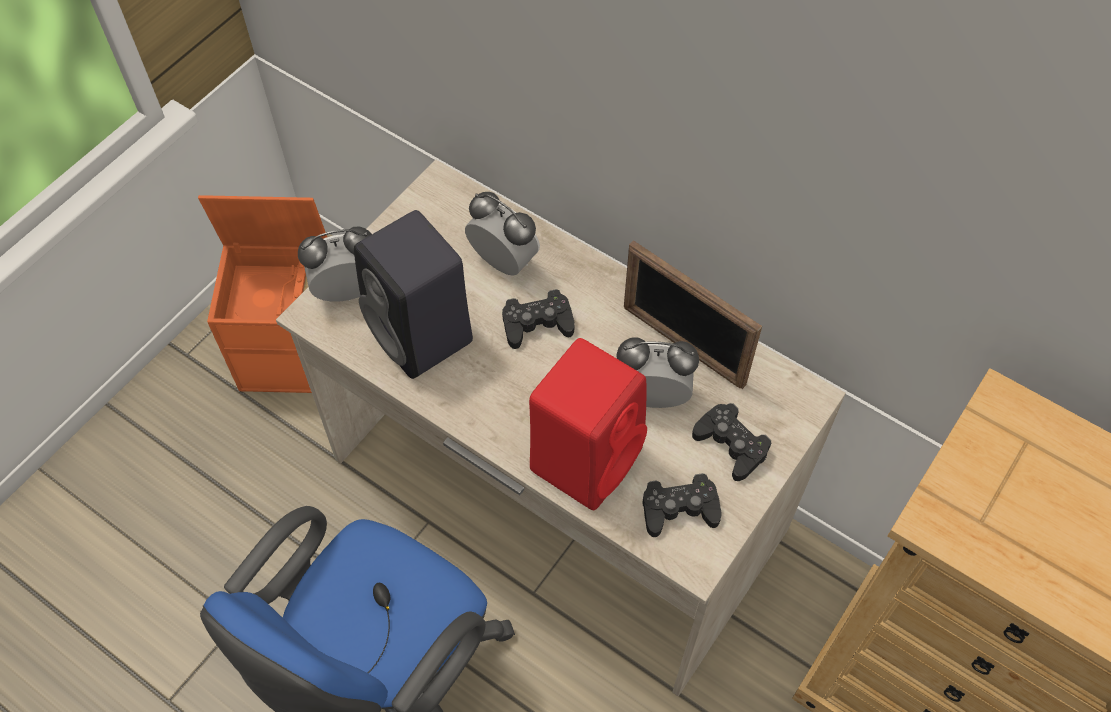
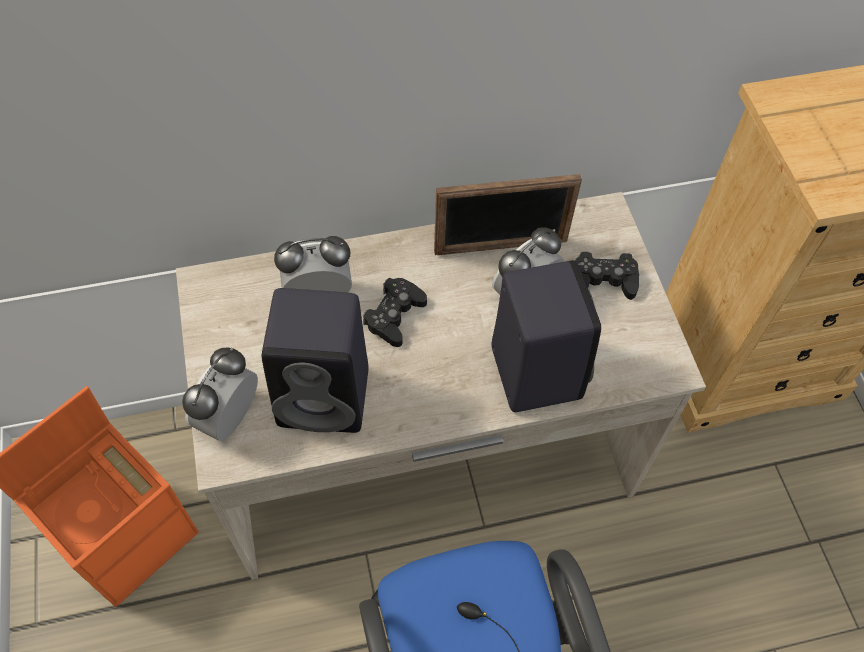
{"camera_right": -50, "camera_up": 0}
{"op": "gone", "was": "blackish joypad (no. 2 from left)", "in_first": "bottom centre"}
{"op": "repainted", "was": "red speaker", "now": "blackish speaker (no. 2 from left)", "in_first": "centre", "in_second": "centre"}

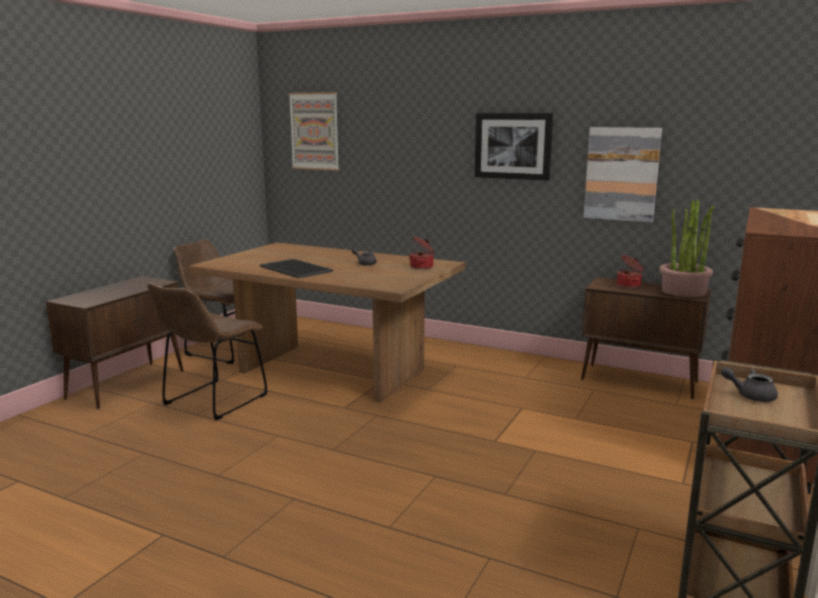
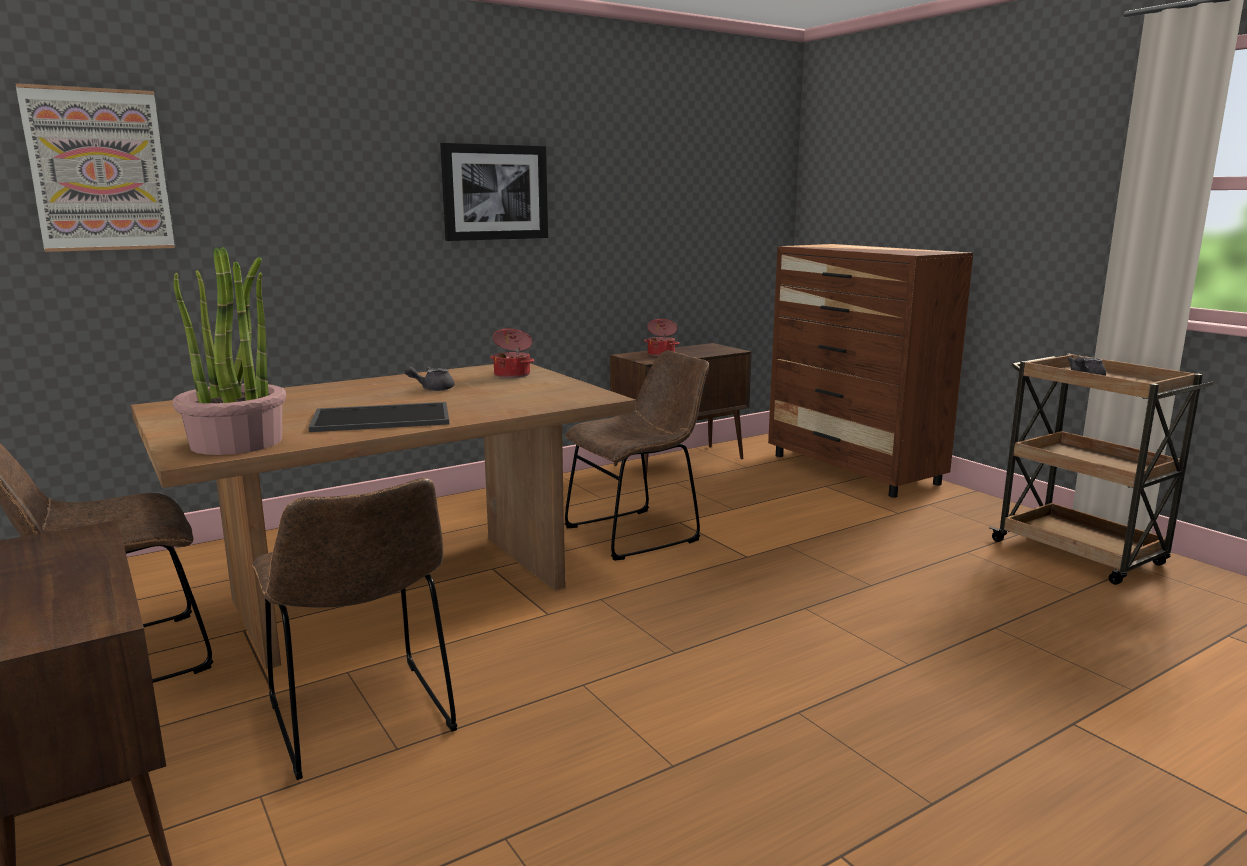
{"camera_right": -60, "camera_up": 0}
{"op": "gone", "was": "wall picture (no. 3 from left)", "in_first": "top right"}
{"op": "new", "now": "brown chair (no. 3 from left)", "in_second": "centre"}
{"op": "shifted", "was": "houseplant", "in_first": "middle right", "in_second": "middle left"}

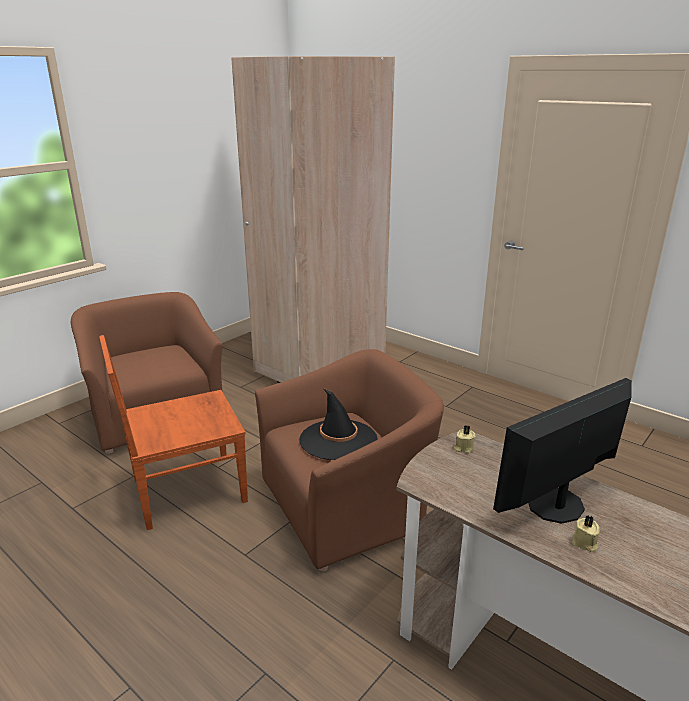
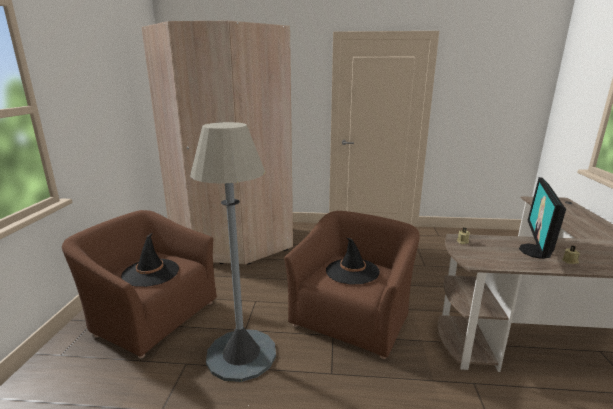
{"camera_right": -35, "camera_up": -5}
{"op": "new", "now": "blackish clothing hat (no. 1 from left)", "in_second": "middle left"}
{"op": "swapped", "was": "brown chair", "now": "gray standing lamp", "in_first": "middle left", "in_second": "centre"}

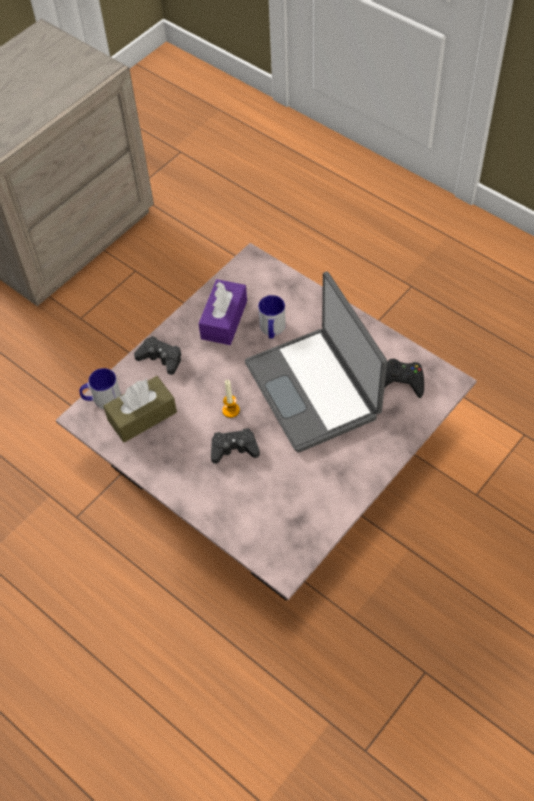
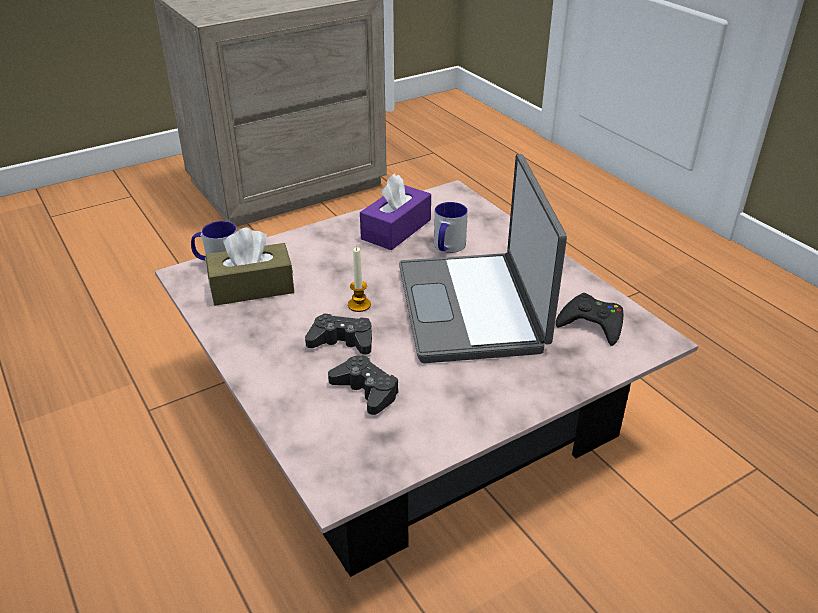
{"camera_right": 15, "camera_up": -20}
{"op": "shifted", "was": "blackish joypad (no. 1 from left in the first image)", "now": "blackish joypad (no. 2 from left)", "in_first": "middle left", "in_second": "centre"}

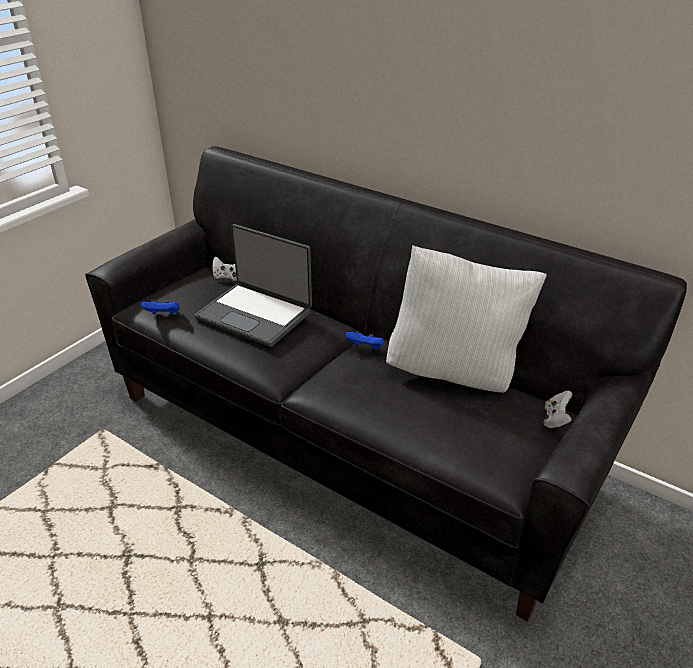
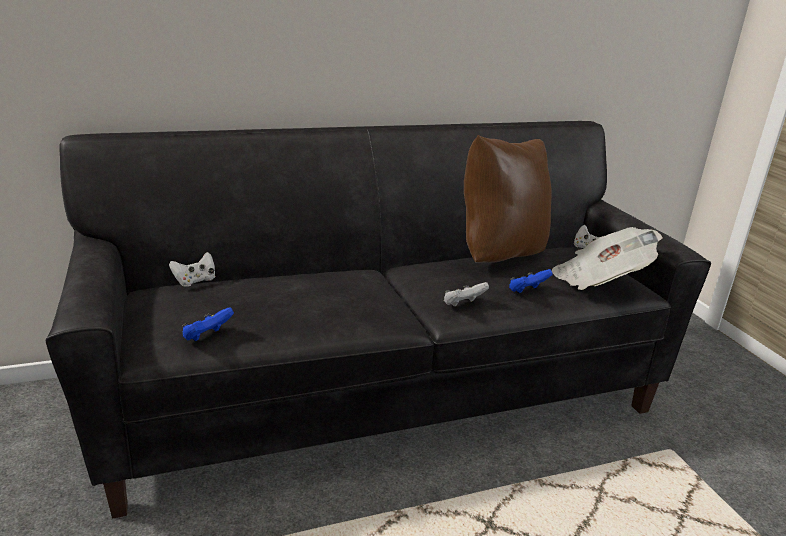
{"camera_right": -55, "camera_up": -10}
{"op": "gone", "was": "notebook computer", "in_first": "centre"}
{"op": "new", "now": "whitish joypad (no. 2 from left)", "in_second": "centre"}
{"op": "new", "now": "printed paper", "in_second": "middle right"}
{"op": "shifted", "was": "blue-coloured joypad (no. 2 from left)", "in_first": "centre", "in_second": "middle right"}
{"op": "repainted", "was": "whitish cushion", "now": "brown cushion", "in_first": "middle right", "in_second": "centre"}

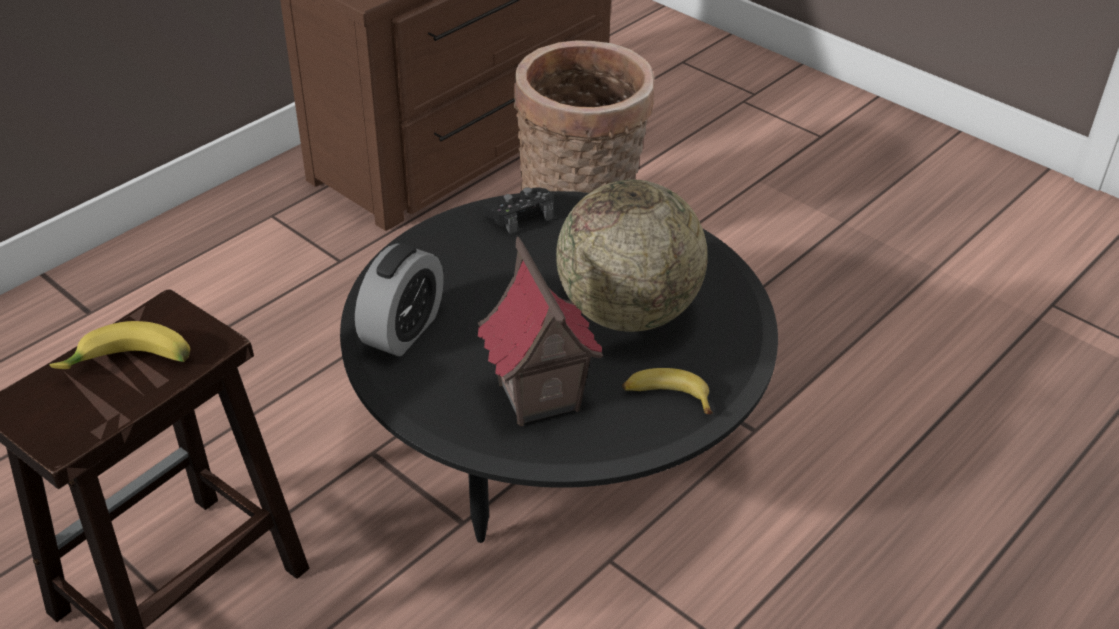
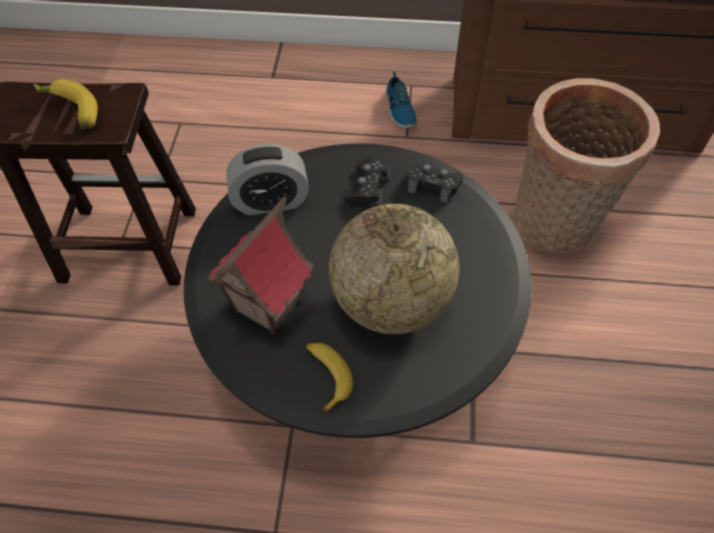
{"camera_right": 55, "camera_up": 15}
{"op": "new", "now": "blackish joypad (no. 1 from left)", "in_second": "centre"}
{"op": "new", "now": "low shoe", "in_second": "top centre"}

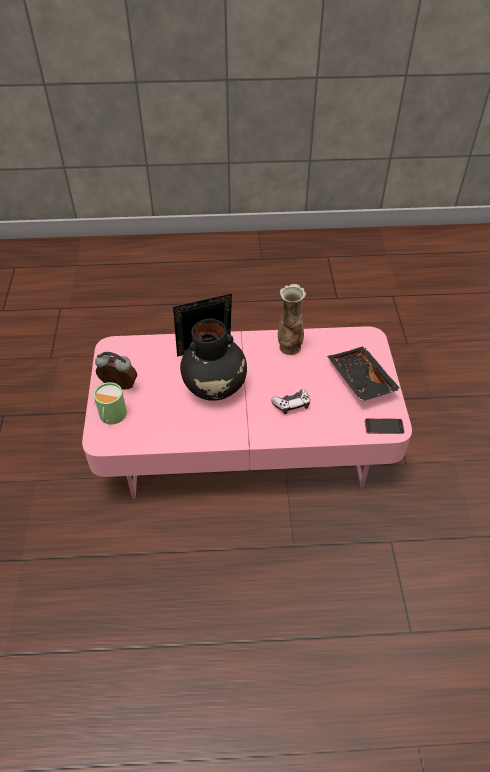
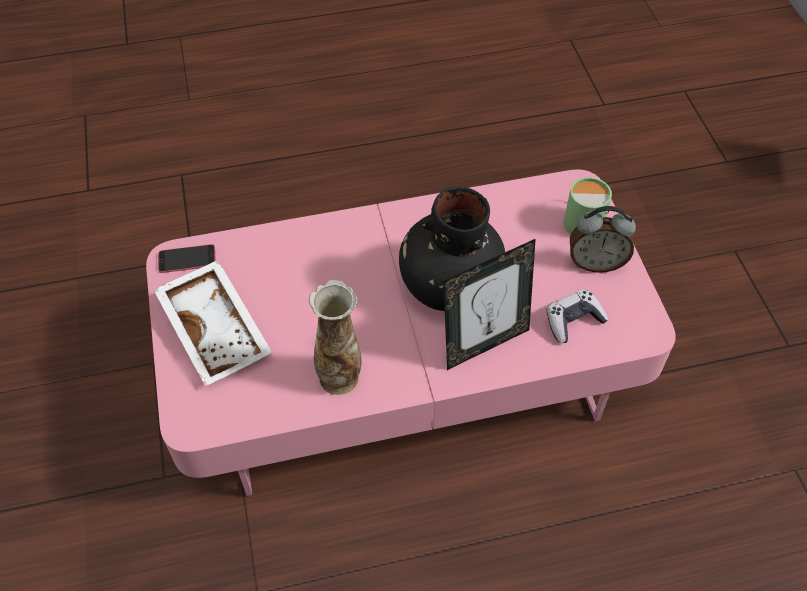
{"camera_right": 170, "camera_up": 5}
{"op": "shifted", "was": "joypad", "in_first": "centre", "in_second": "middle right"}
{"op": "repainted", "was": "blackish carrying tray", "now": "whitish carrying tray", "in_first": "middle right", "in_second": "middle left"}

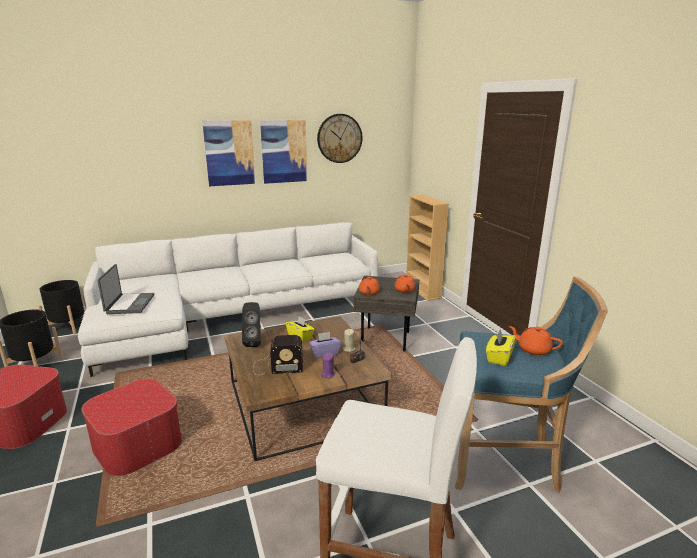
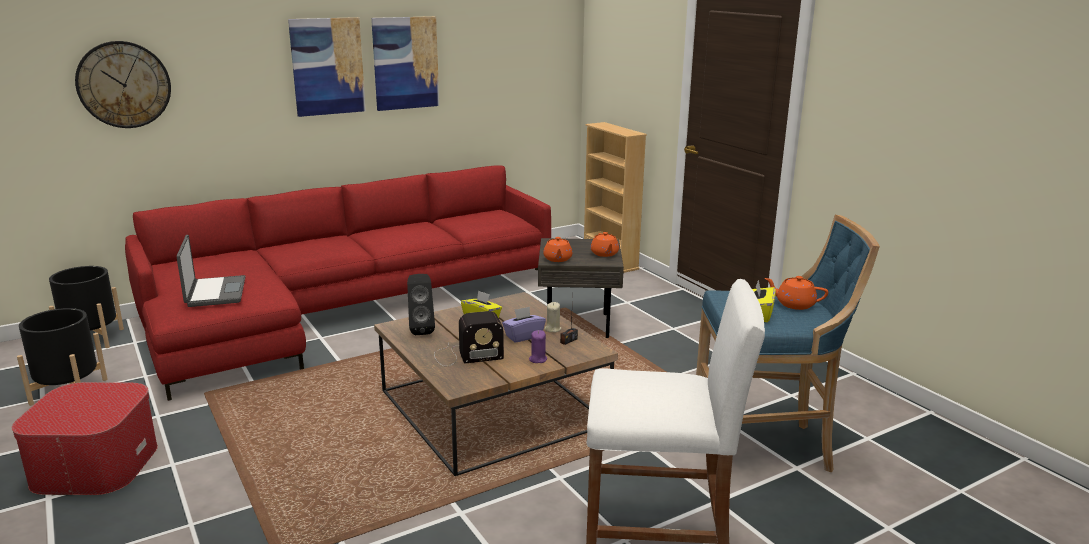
{"camera_right": -10, "camera_up": 0}
{"op": "gone", "was": "ottoman (no. 2 from left)", "in_first": "bottom left"}
{"op": "shifted", "was": "wall clock", "in_first": "top centre", "in_second": "top left"}
{"op": "repainted", "was": "whitish couch", "now": "red couch", "in_first": "middle left", "in_second": "middle left"}

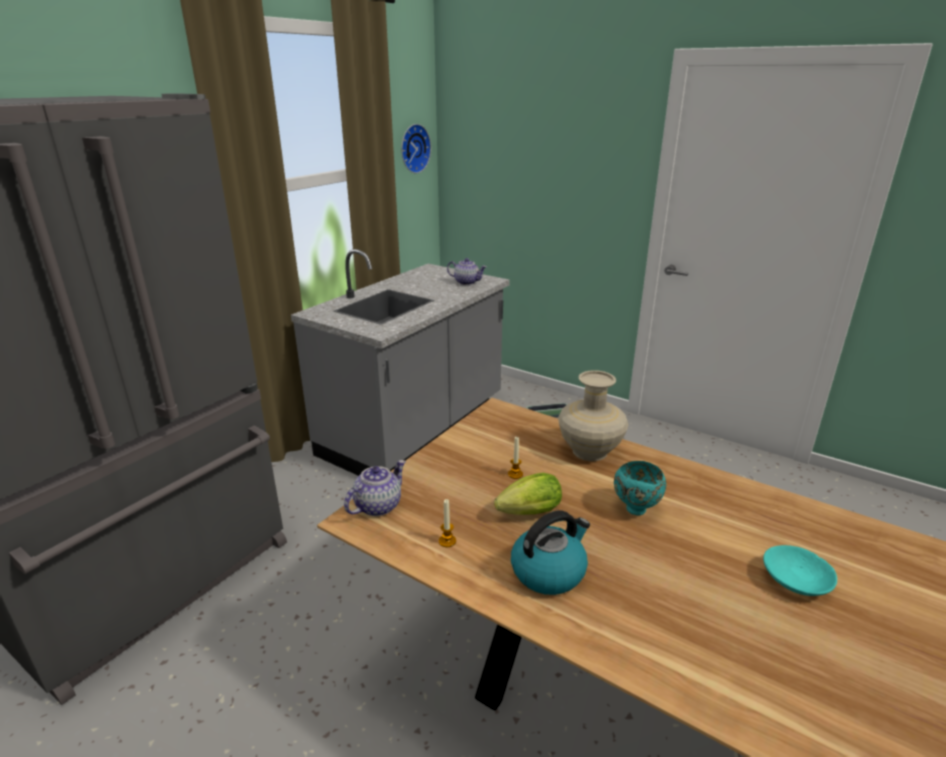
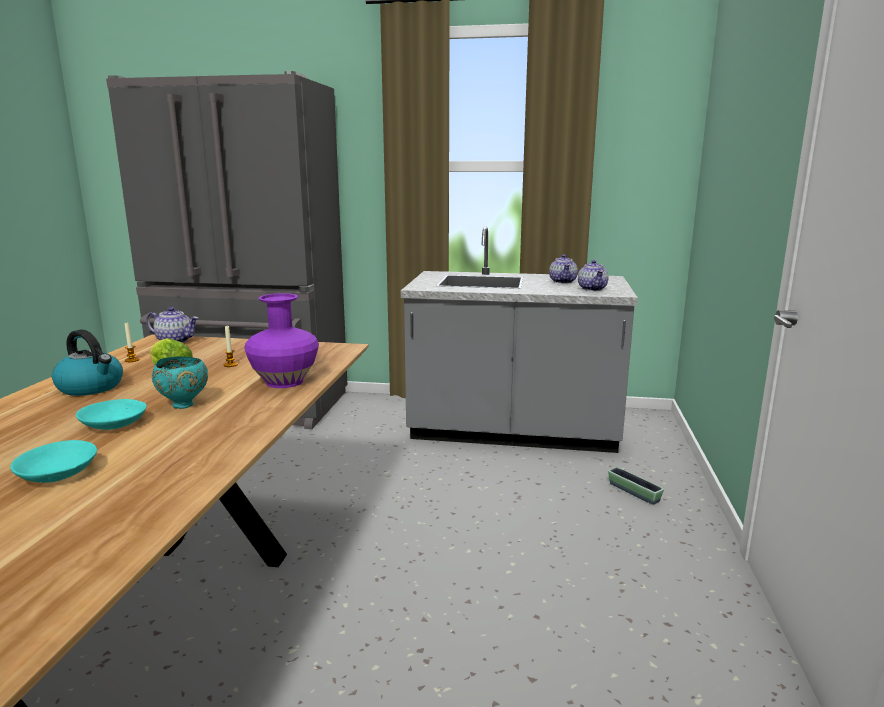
{"camera_right": 65, "camera_up": -10}
{"op": "gone", "was": "wall clock", "in_first": "top centre"}
{"op": "new", "now": "blue-green deep dish (no. 2 from left)", "in_second": "middle left"}
{"op": "new", "now": "pot for tea (no. 2 from left)", "in_second": "centre"}
{"op": "repainted", "was": "beige-coloured flower vase", "now": "purplish flower vase", "in_first": "centre", "in_second": "middle left"}

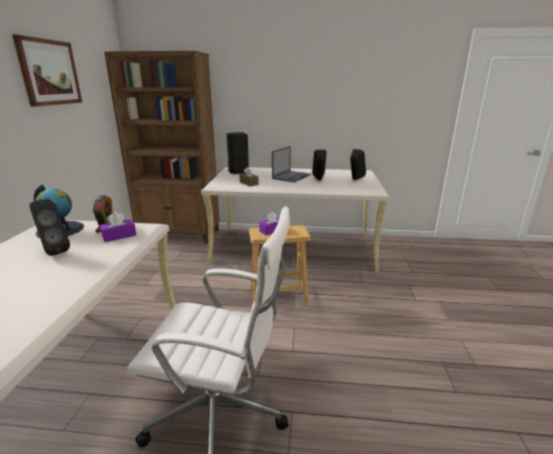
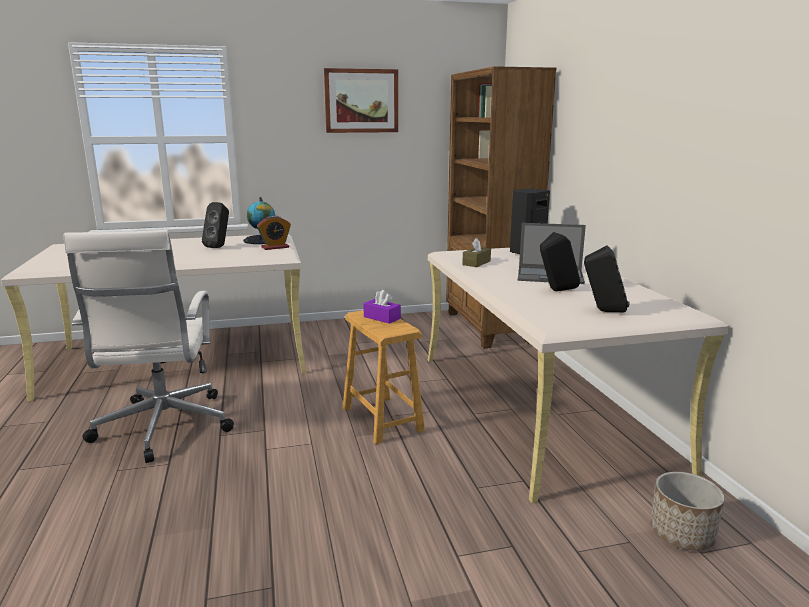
{"camera_right": 70, "camera_up": -5}
{"op": "gone", "was": "purplish tissue holder (no. 1 from left)", "in_first": "middle left"}
{"op": "new", "now": "plant pot", "in_second": "bottom right"}

